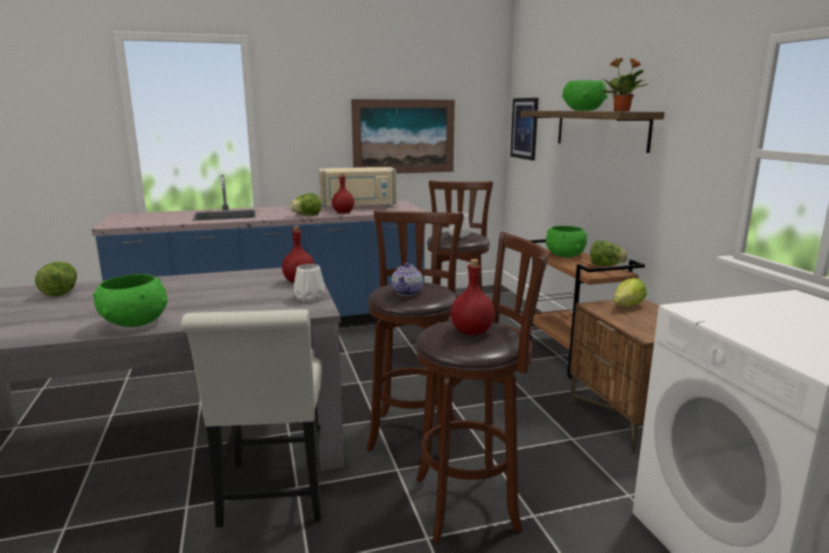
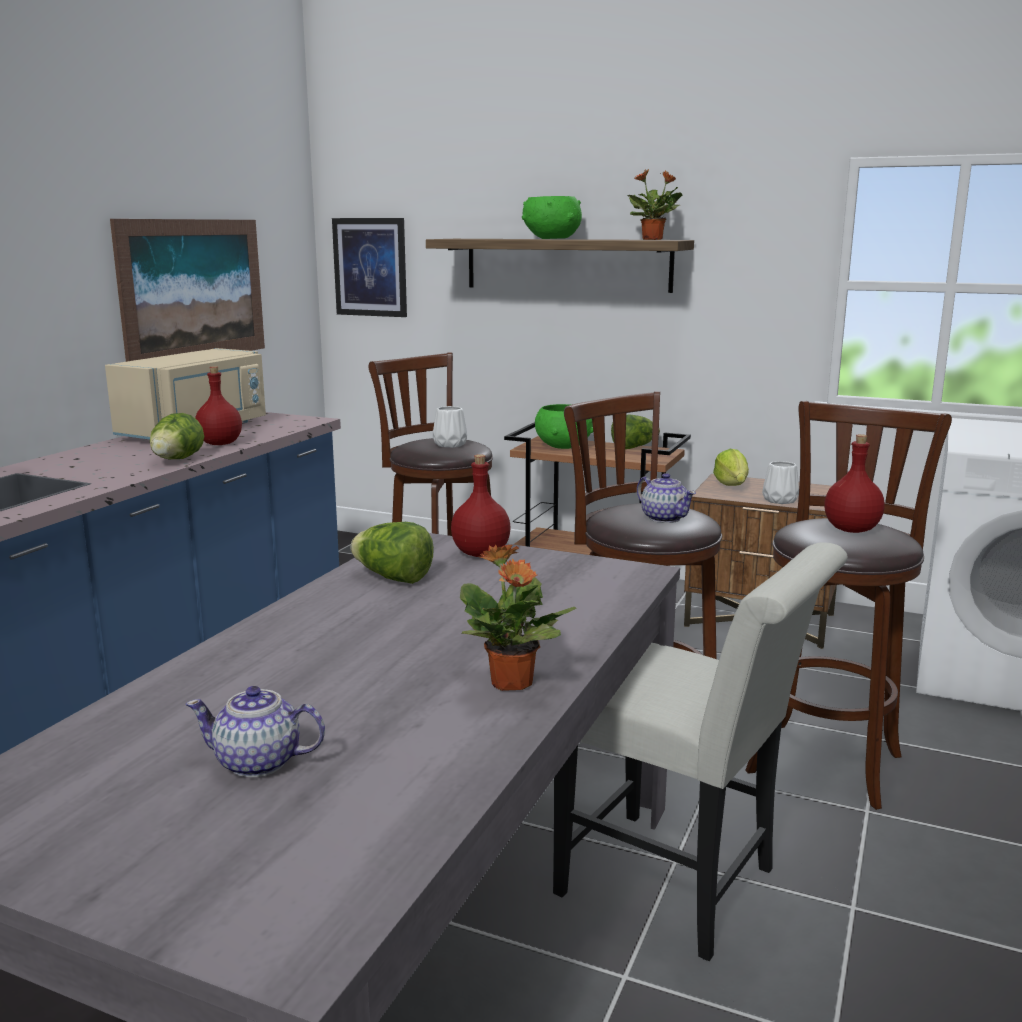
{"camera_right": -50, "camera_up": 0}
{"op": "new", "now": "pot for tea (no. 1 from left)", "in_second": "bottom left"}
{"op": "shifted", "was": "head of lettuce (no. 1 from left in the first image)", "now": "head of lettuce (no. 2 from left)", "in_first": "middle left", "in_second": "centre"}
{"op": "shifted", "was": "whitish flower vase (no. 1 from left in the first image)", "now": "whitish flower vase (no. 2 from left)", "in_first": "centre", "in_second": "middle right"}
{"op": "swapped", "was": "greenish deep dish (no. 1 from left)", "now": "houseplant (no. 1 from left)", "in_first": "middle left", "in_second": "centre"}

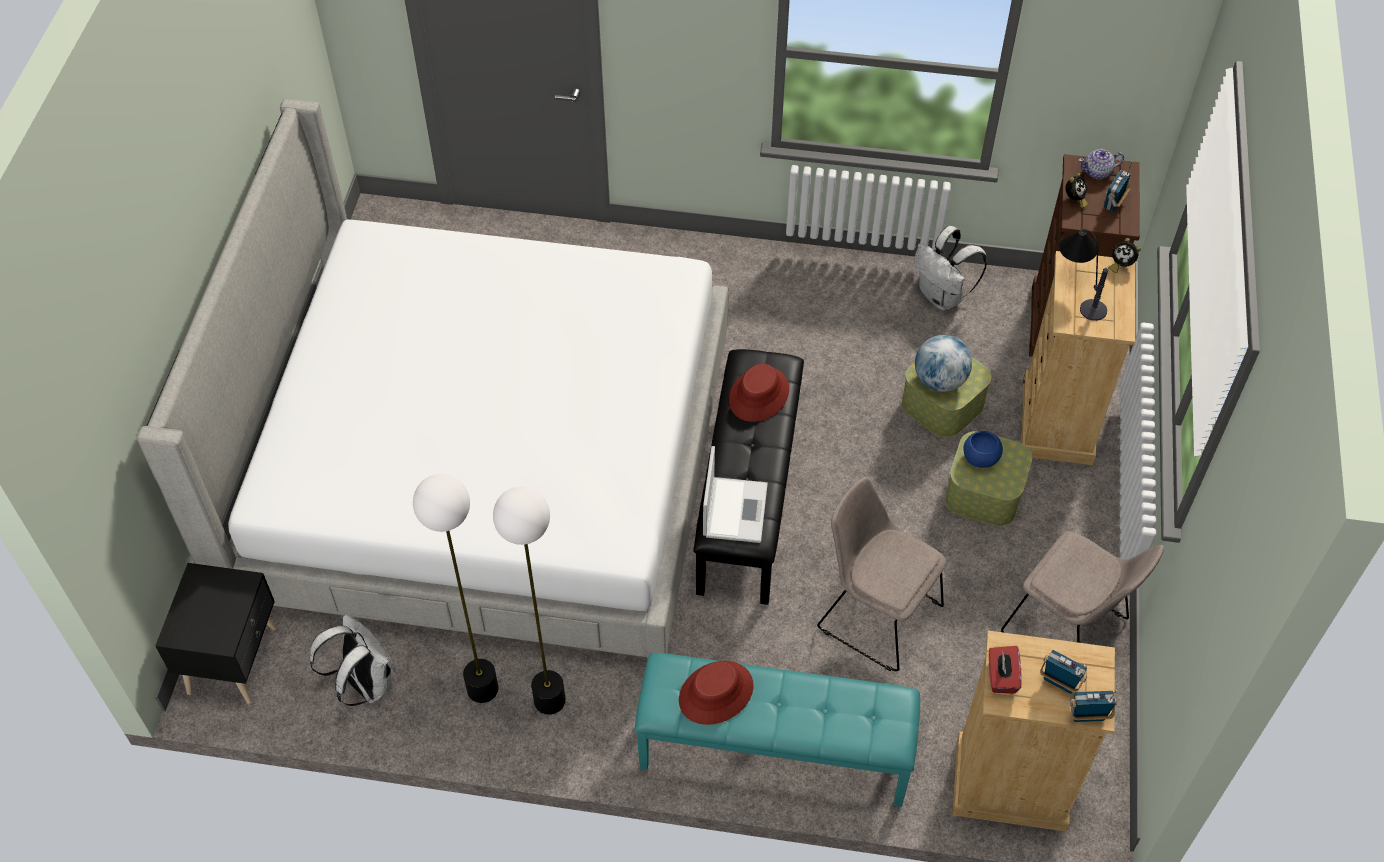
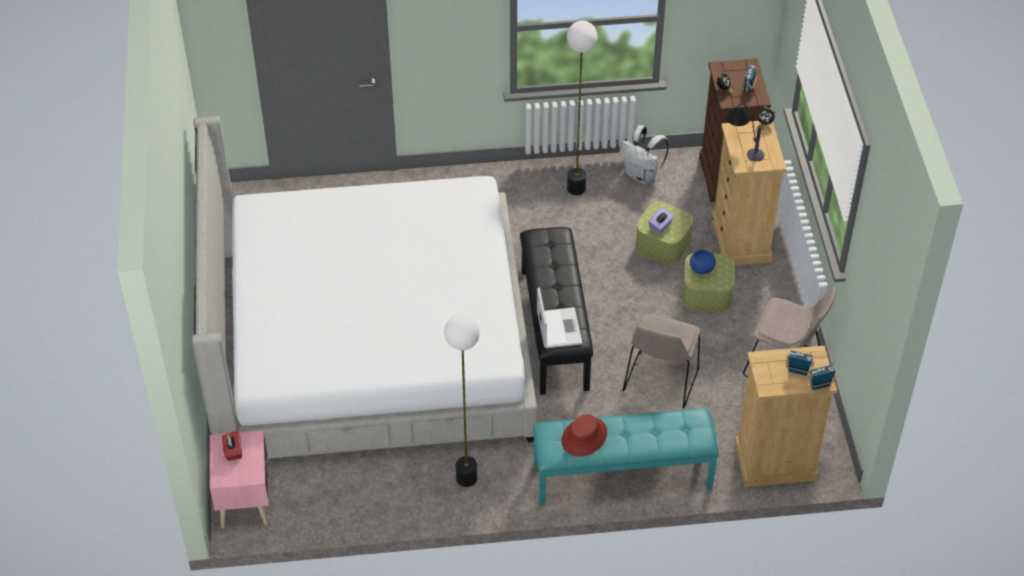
{"camera_right": -15, "camera_up": -5}
{"op": "gone", "was": "whitish backpack (no. 1 from left)", "in_first": "bottom left"}
{"op": "gone", "was": "red clothing hat (no. 2 from left)", "in_first": "centre"}
{"op": "gone", "was": "pot for tea", "in_first": "top right"}
{"op": "shifted", "was": "standing lamp (no. 1 from left in the first image)", "now": "standing lamp (no. 2 from left)", "in_first": "bottom left", "in_second": "top centre"}
{"op": "shifted", "was": "red tissue holder", "in_first": "bottom right", "in_second": "bottom left"}
{"op": "swapped", "was": "world globe", "now": "purplish tissue holder", "in_first": "middle right", "in_second": "centre"}
{"op": "repainted", "was": "blackish bedside table", "now": "pink bedside table", "in_first": "bottom left", "in_second": "bottom left"}
{"op": "rotated", "was": "beige-coloured chair (no. 1 from left)", "in_first": "centre", "in_second": "centre", "clockwise": -90}

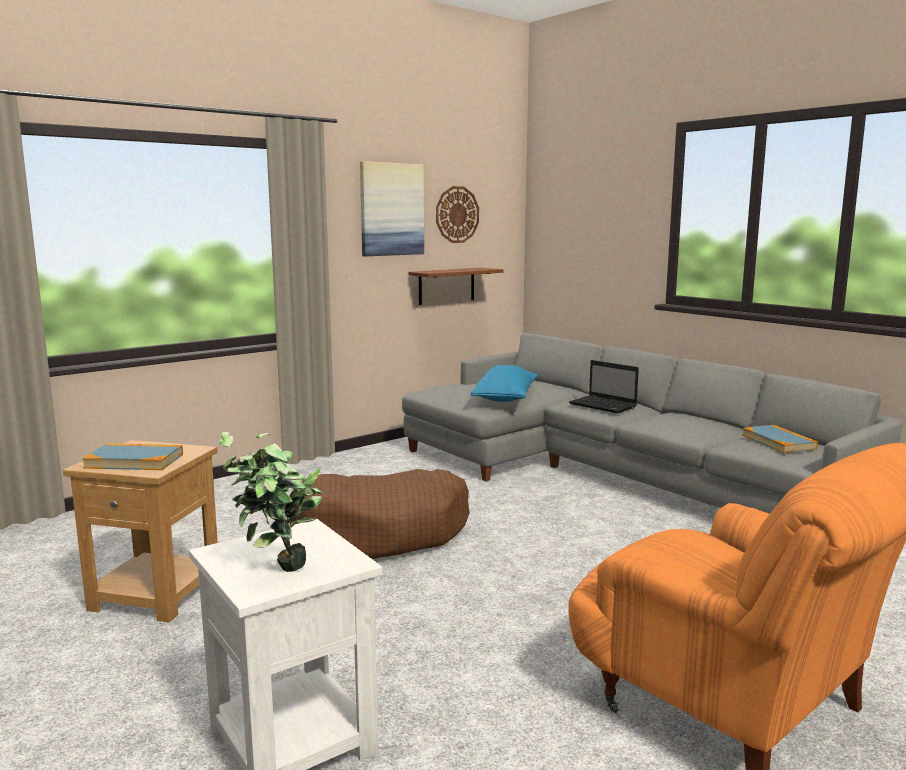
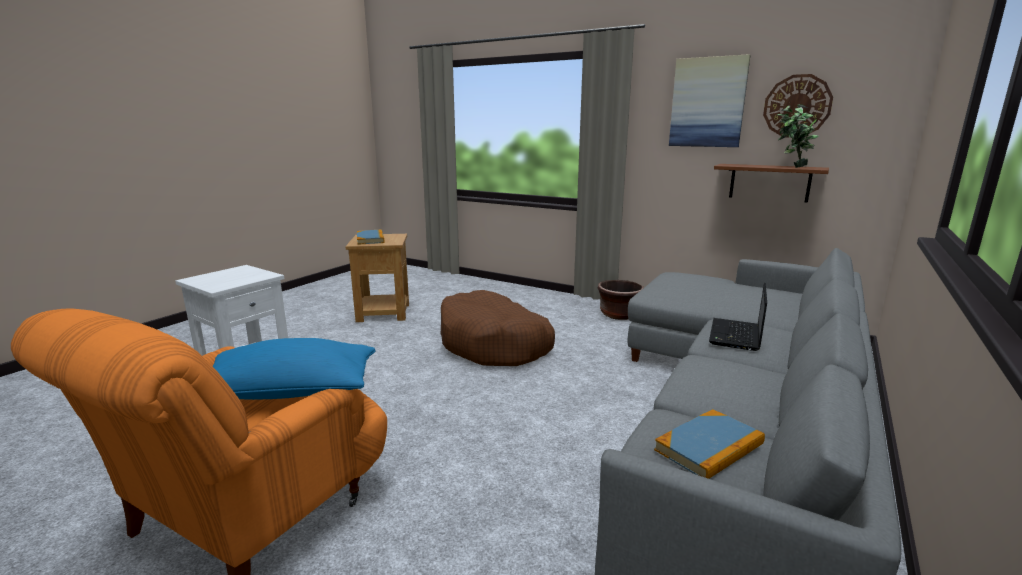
{"camera_right": 70, "camera_up": 5}
{"op": "new", "now": "brown plant pot", "in_second": "centre"}
{"op": "shifted", "was": "houseplant", "in_first": "middle left", "in_second": "top right"}
{"op": "shifted", "was": "blue-coloured cushion", "in_first": "centre", "in_second": "middle left"}

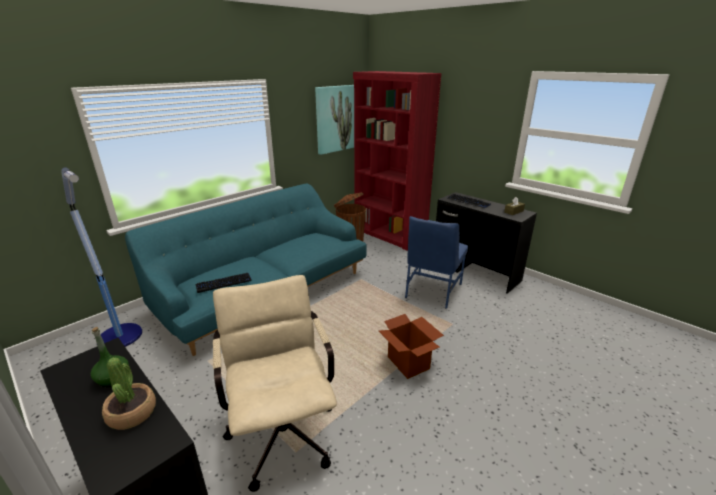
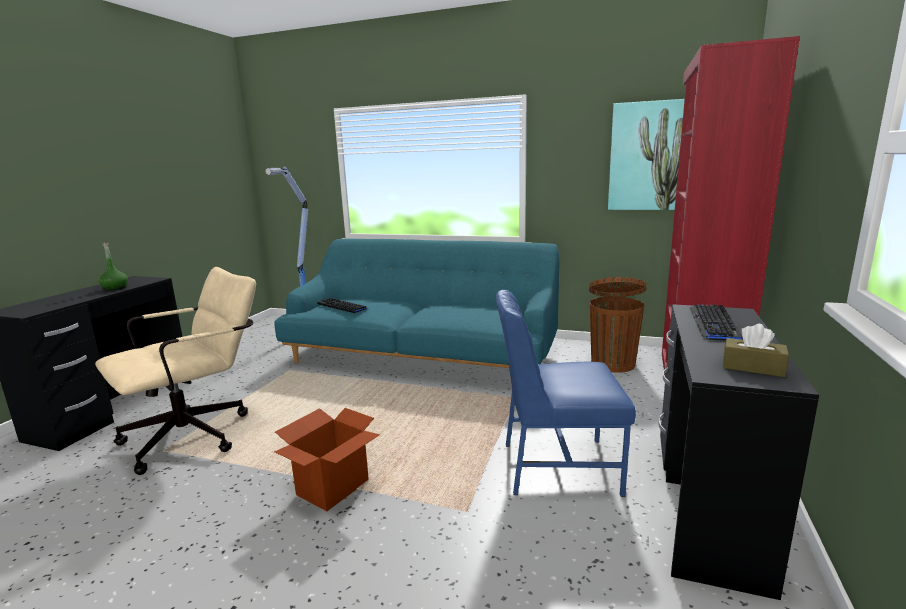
{"camera_right": 65, "camera_up": -10}
{"op": "gone", "was": "houseplant", "in_first": "bottom left"}

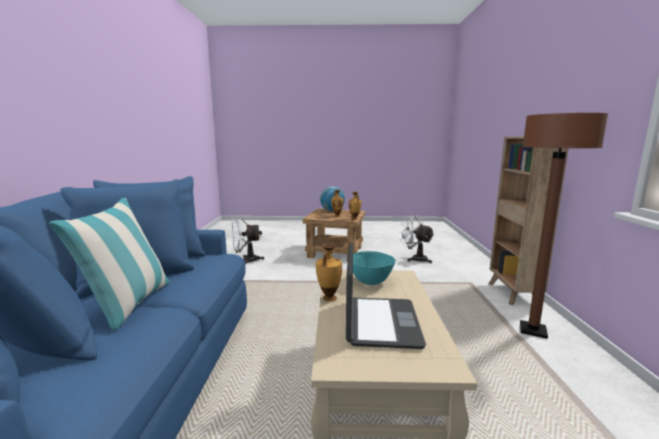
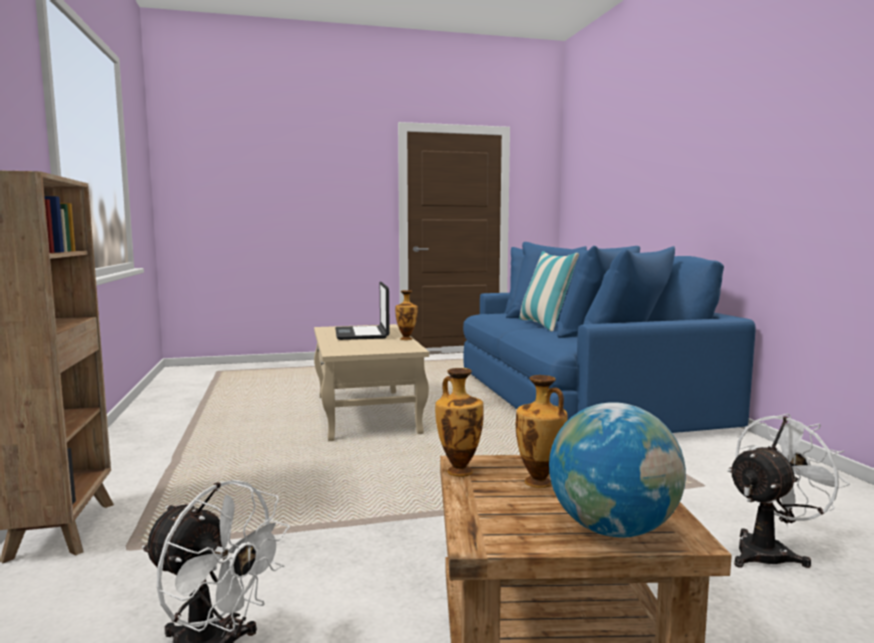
{"camera_right": 165, "camera_up": -5}
{"op": "gone", "was": "blue-green deep dish", "in_first": "centre"}
{"op": "gone", "was": "brown standing lamp", "in_first": "middle right"}

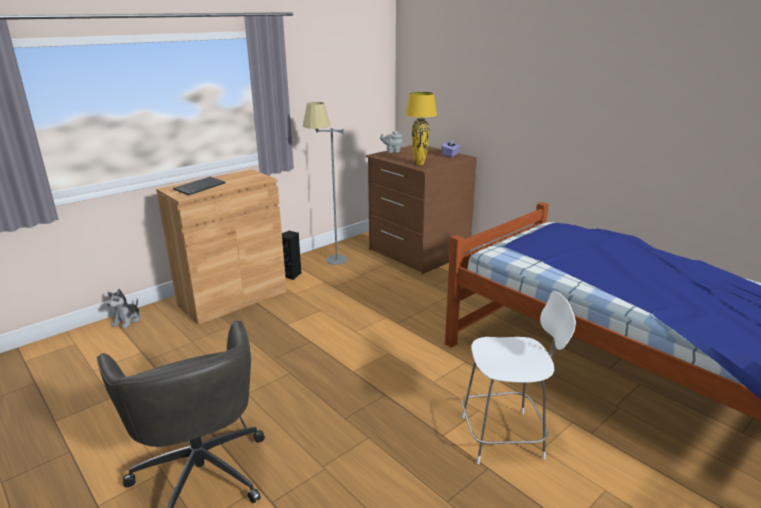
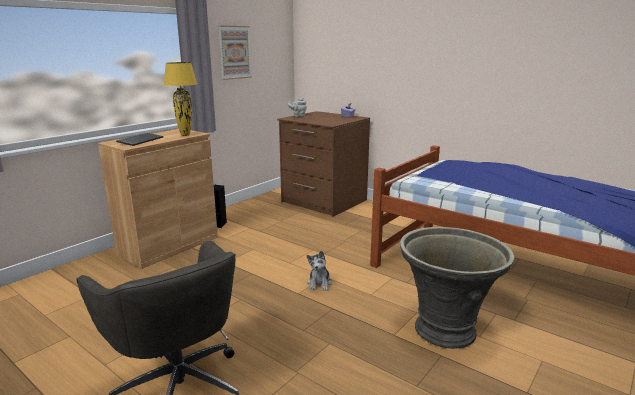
{"camera_right": -10, "camera_up": -5}
{"op": "gone", "was": "gray standing lamp", "in_first": "centre"}
{"op": "new", "now": "wall picture", "in_second": "top centre"}
{"op": "shifted", "was": "cuddly toy", "in_first": "middle left", "in_second": "bottom centre"}
{"op": "shifted", "was": "yellowish tabletop lamp", "in_first": "top centre", "in_second": "top left"}
{"op": "swapped", "was": "whitish chair", "now": "gray plant pot", "in_first": "bottom right", "in_second": "bottom right"}

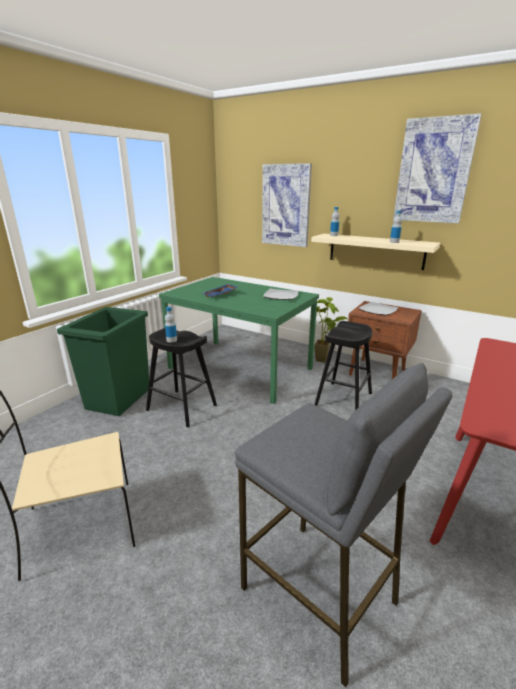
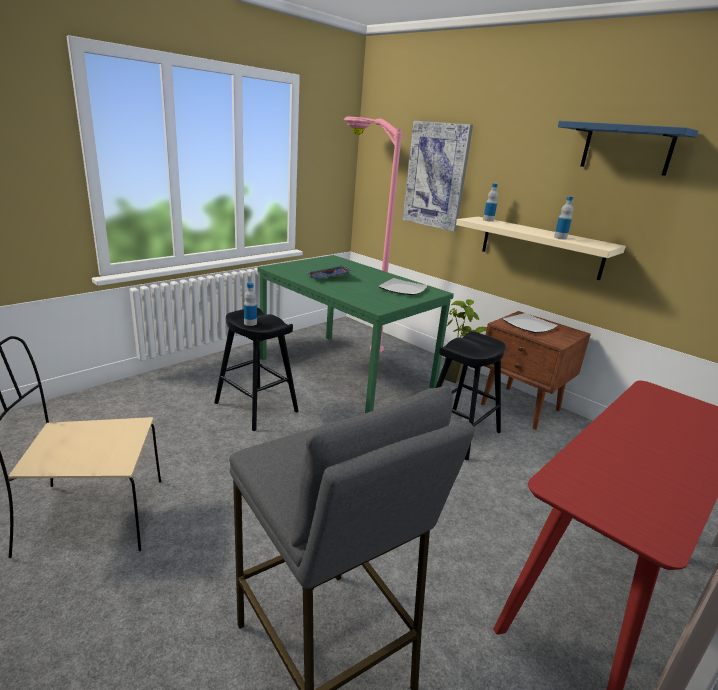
{"camera_right": 10, "camera_up": 0}
{"op": "gone", "was": "greenish waste bin", "in_first": "middle left"}
{"op": "new", "now": "pink standing lamp", "in_second": "centre"}
{"op": "swapped", "was": "wall picture (no. 2 from left)", "now": "blue-coloured wall shelf", "in_first": "top right", "in_second": "top right"}

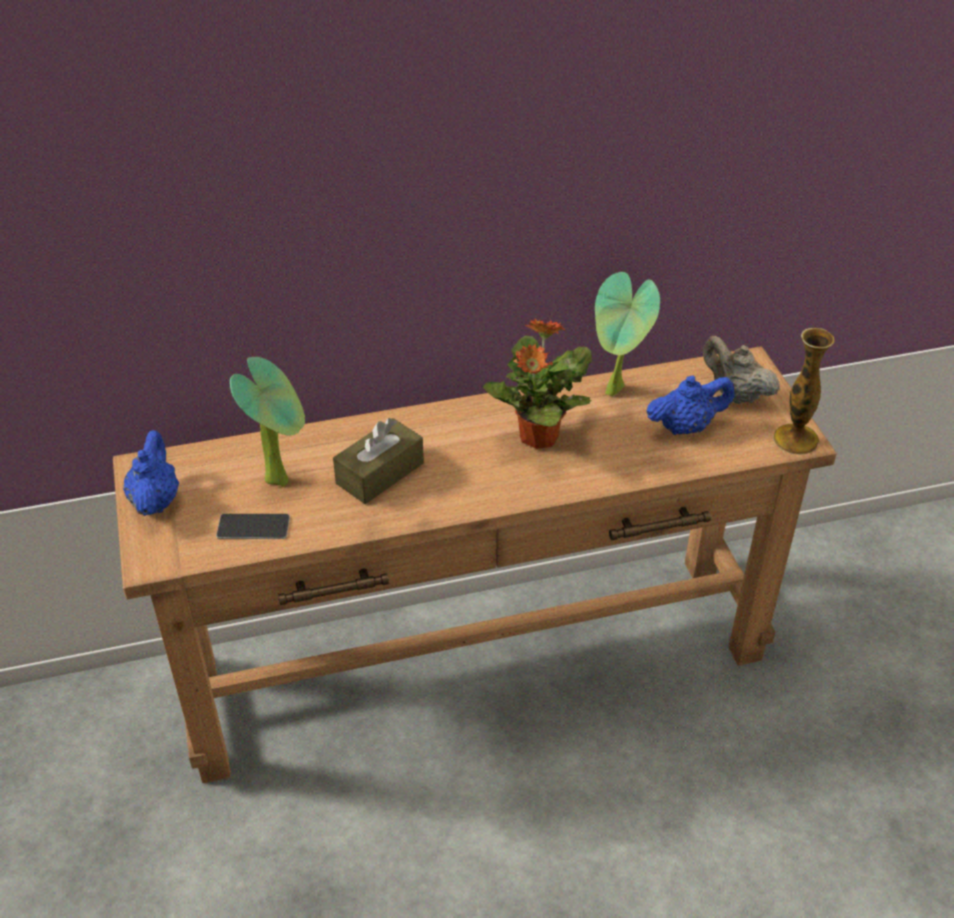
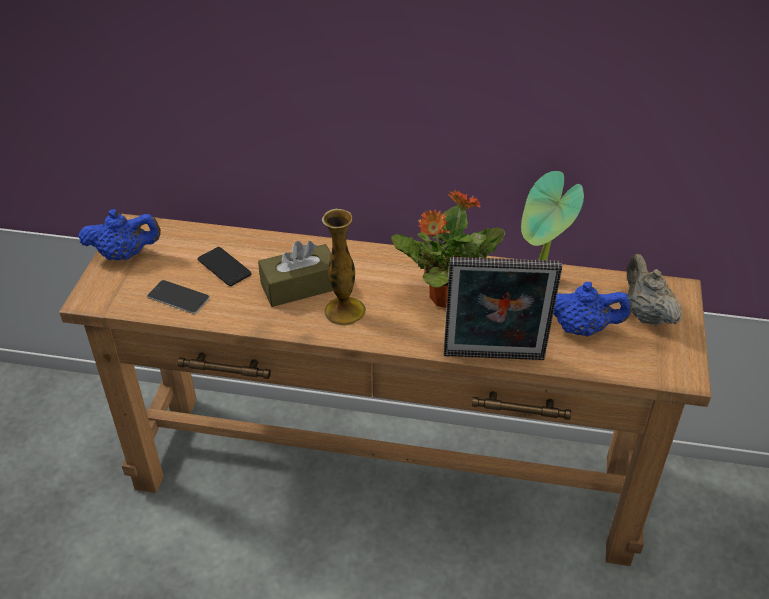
{"camera_right": 25, "camera_up": 0}
{"op": "new", "now": "picture frame", "in_second": "centre"}
{"op": "shifted", "was": "flower vase", "in_first": "middle right", "in_second": "centre"}
{"op": "swapped", "was": "houseplant (no. 1 from left)", "now": "handset (no. 2 from left)", "in_first": "middle left", "in_second": "middle left"}
{"op": "rotated", "was": "blue-coloured pot for tea (no. 1 from left)", "in_first": "middle left", "in_second": "middle left", "clockwise": 60}

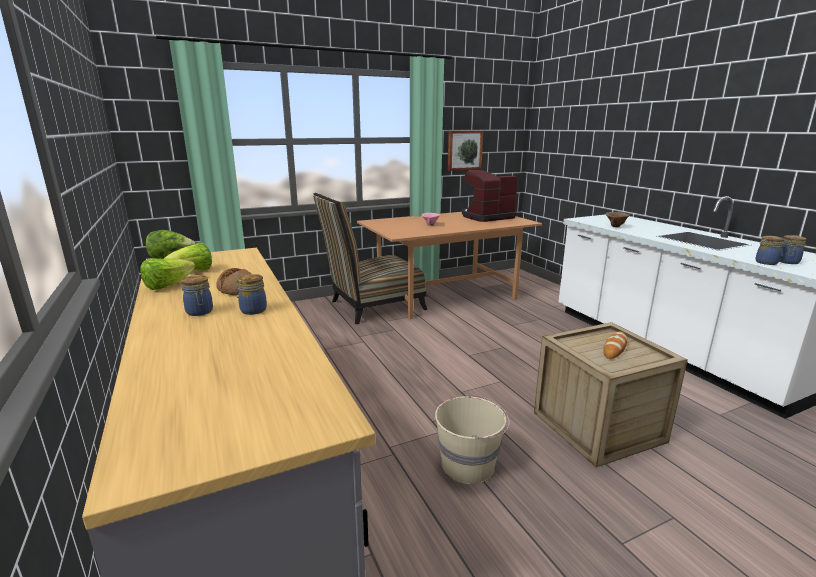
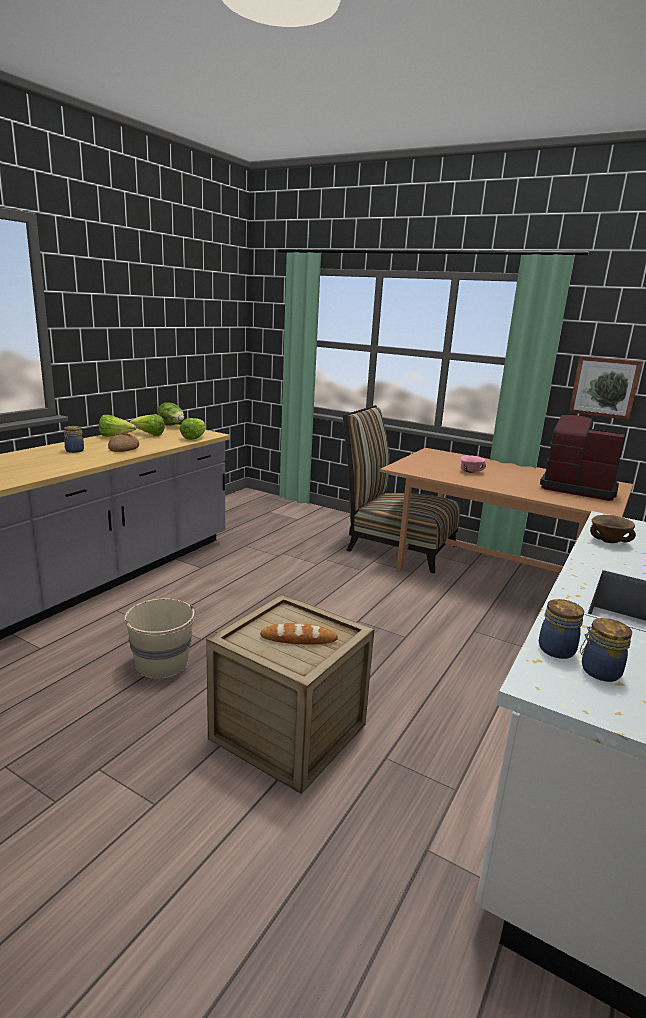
{"camera_right": 55, "camera_up": 0}
{"op": "gone", "was": "preserve jar (no. 2 from left)", "in_first": "middle left"}
{"op": "new", "now": "head of lettuce (no. 4 from left)", "in_second": "middle left"}

